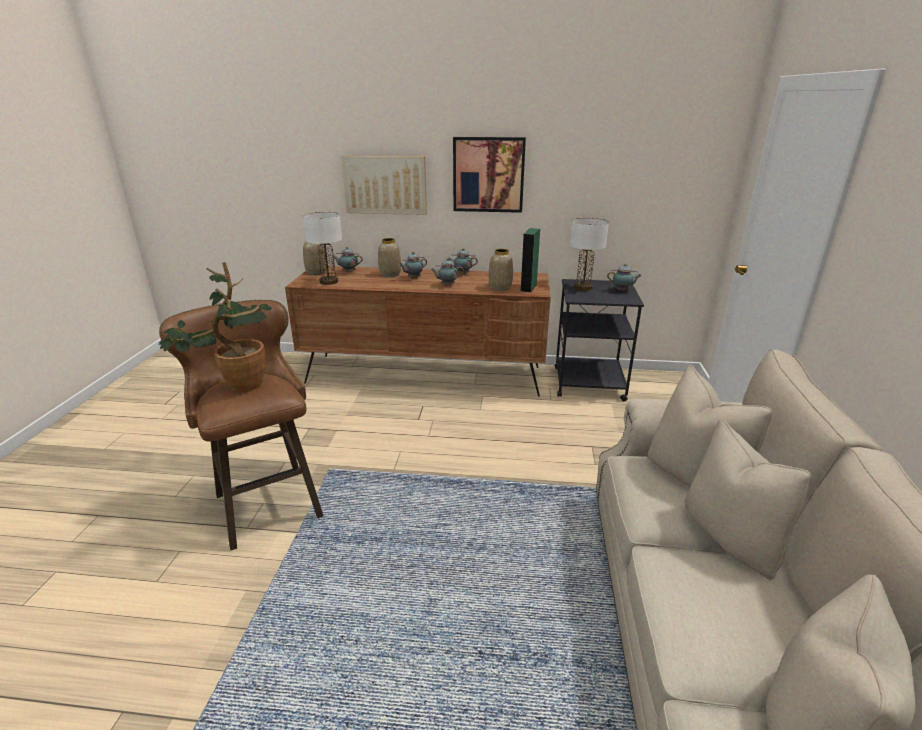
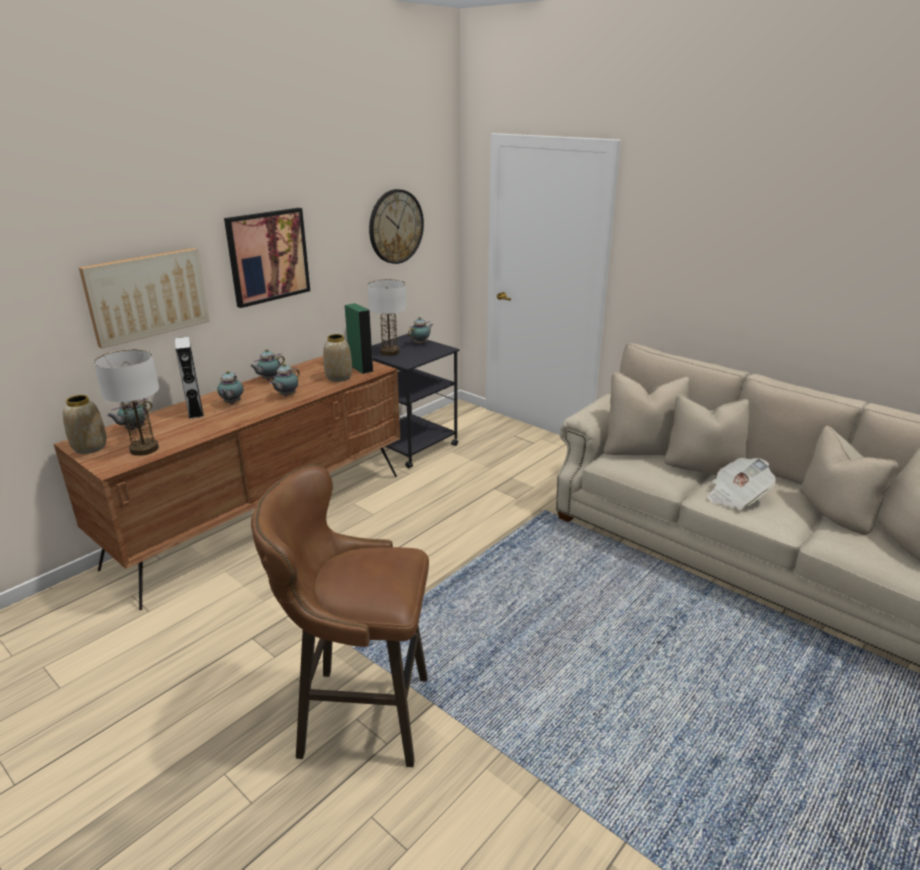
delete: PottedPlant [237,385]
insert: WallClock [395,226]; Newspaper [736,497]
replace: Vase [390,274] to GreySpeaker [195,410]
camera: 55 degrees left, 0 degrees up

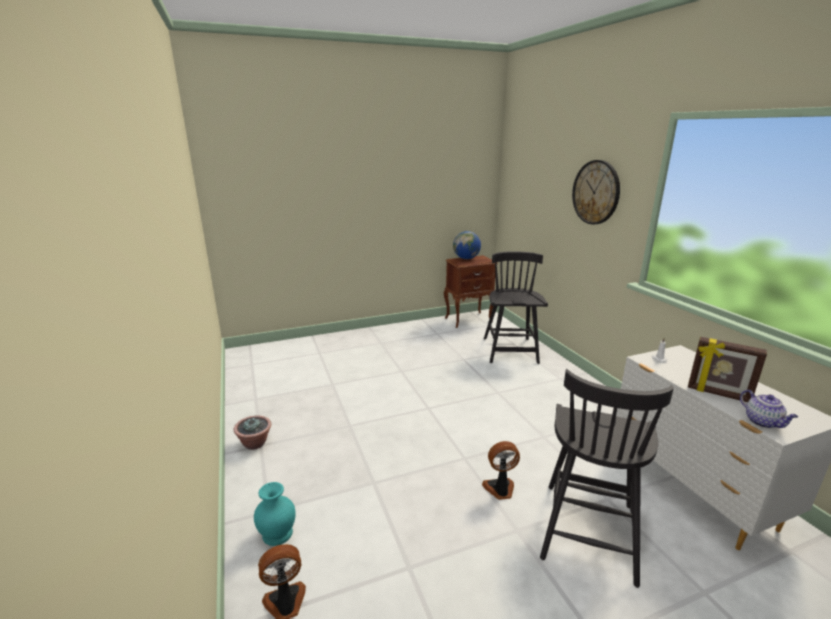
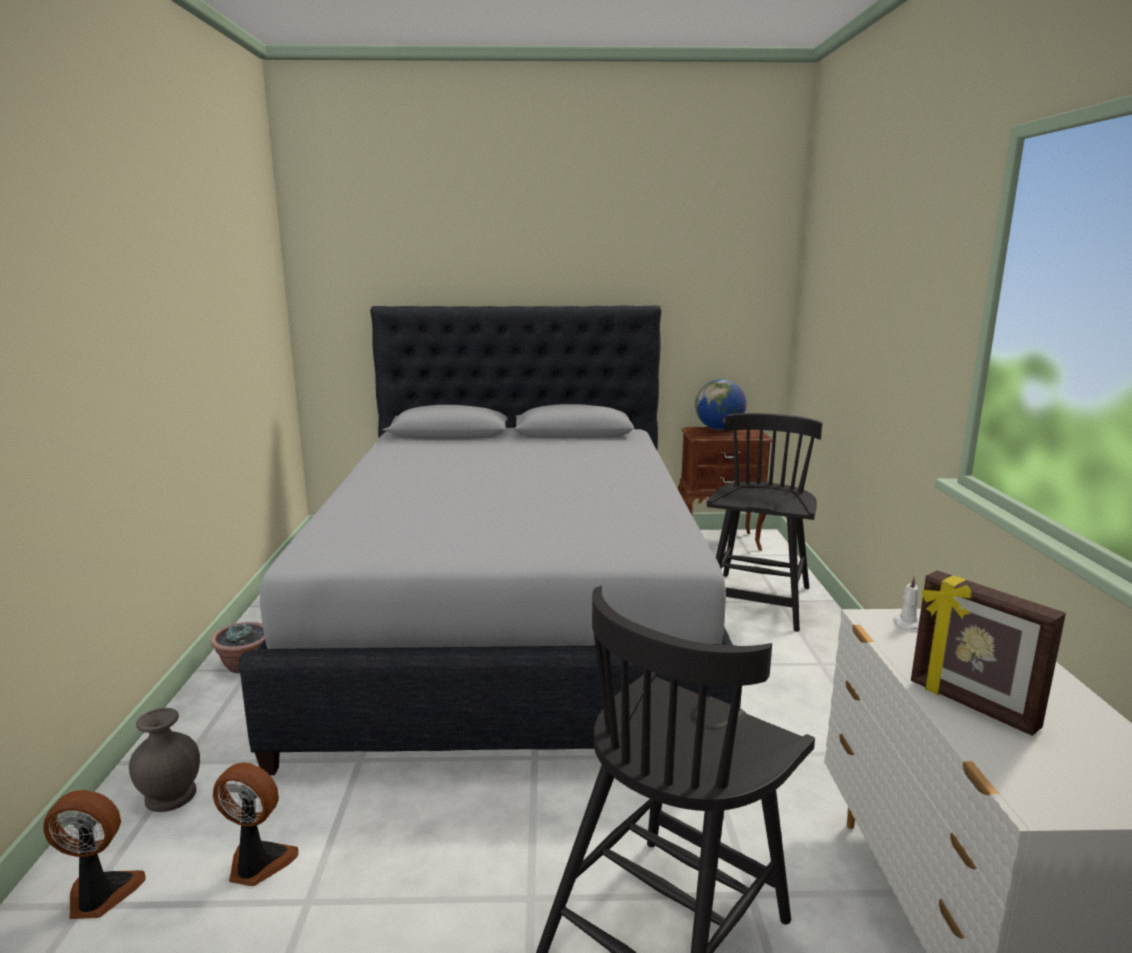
delete: WallClock [596,192]; Teapot [763,422]
insert: GreyBed [513,617]
move: Fan [500,489] to [257,864]
recolor: TurquoiseVase [278,534] to GreyVase [171,796]
camera: 20 degrees right, 5 degrees down

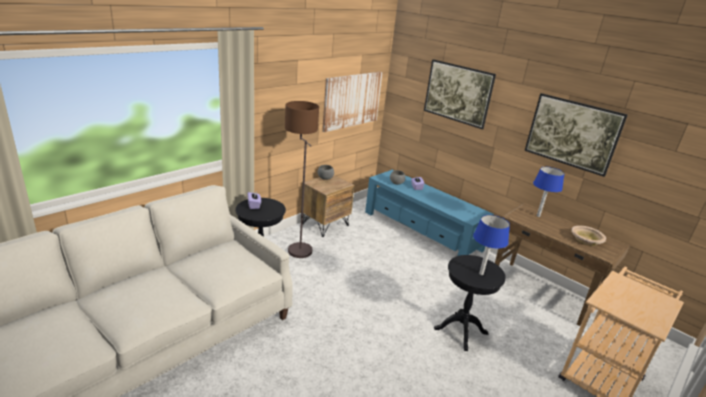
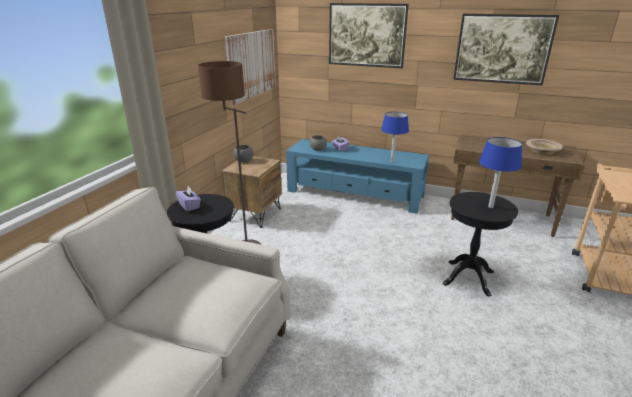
move: BlueTableLamp [538,216] to [392,162]
camera: 20 degrees left, 0 degrees up

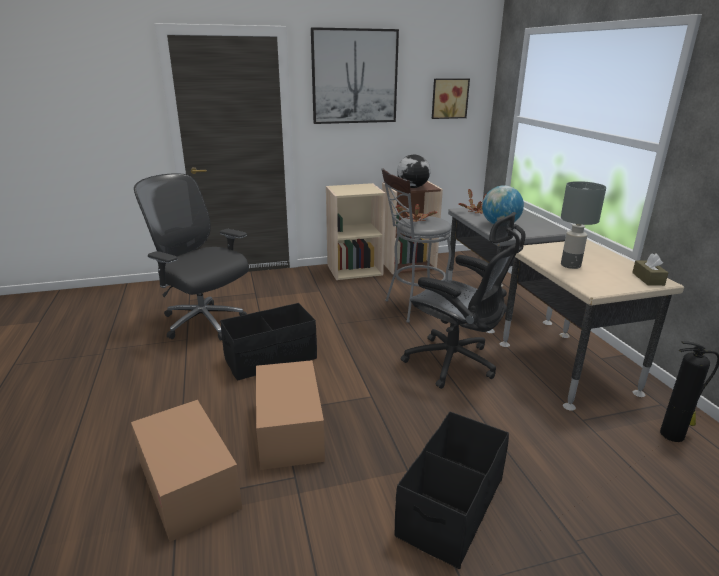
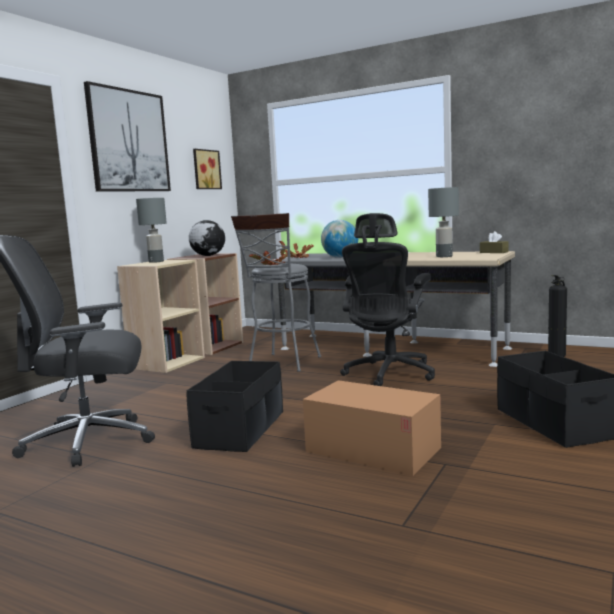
delete: CardboardBox [188,484]
insert: GreyTableLamp [156,262]
rotate: OfficeChair [454,364] = [388,375] 120 degrees clockwise
camera: 45 degrees left, 15 degrees down

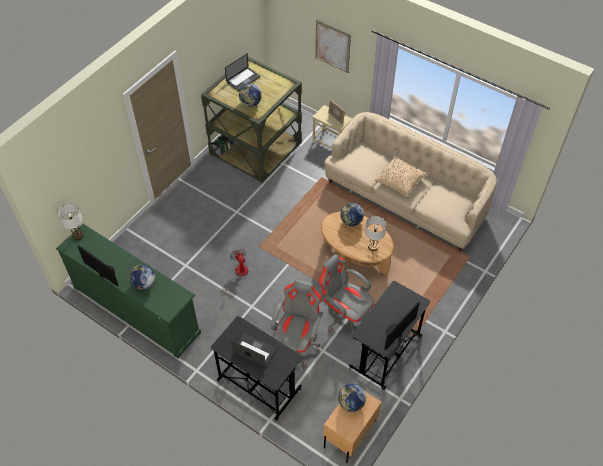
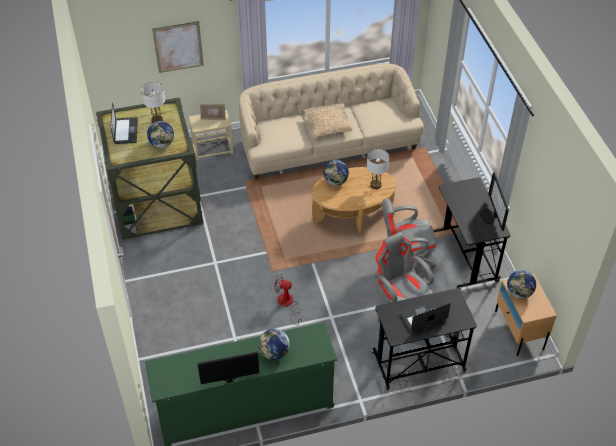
move: TableLamp [77,235] to [157,120]
camera: 50 degrees left, 5 degrees down

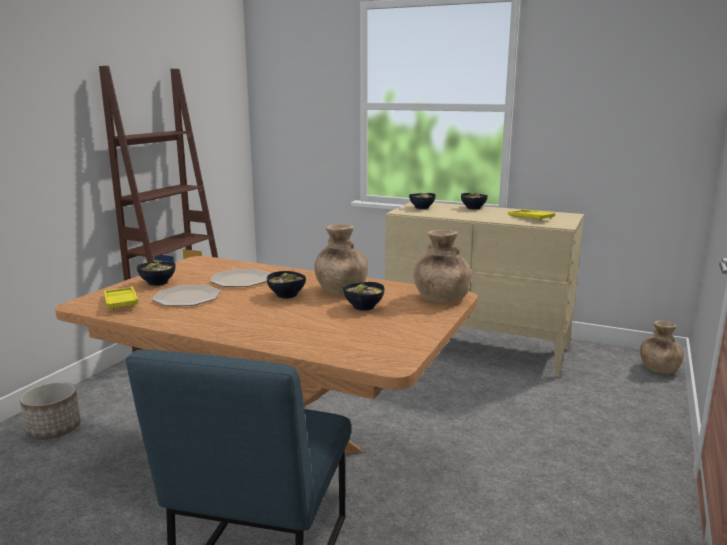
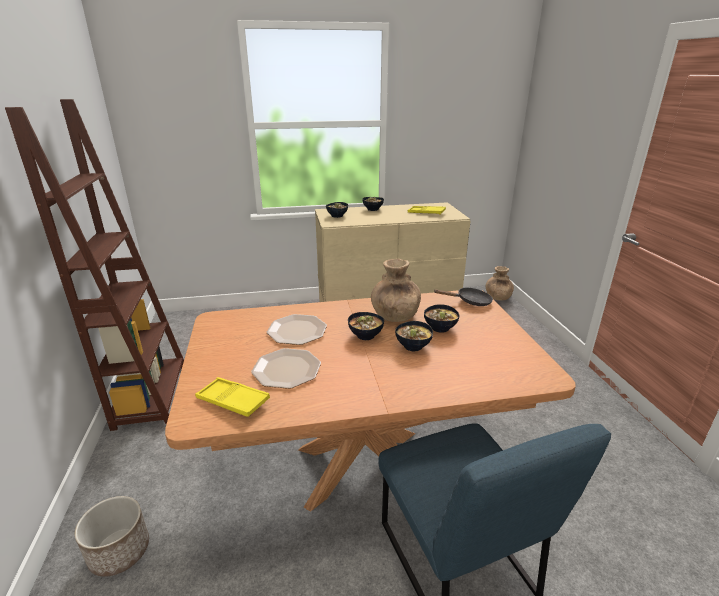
move: Bowl [157,283] to [412,346]
replace: BrownVase [440,298] to BlackFryingPan [470,301]
camera: 35 degrees left, 10 degrees up

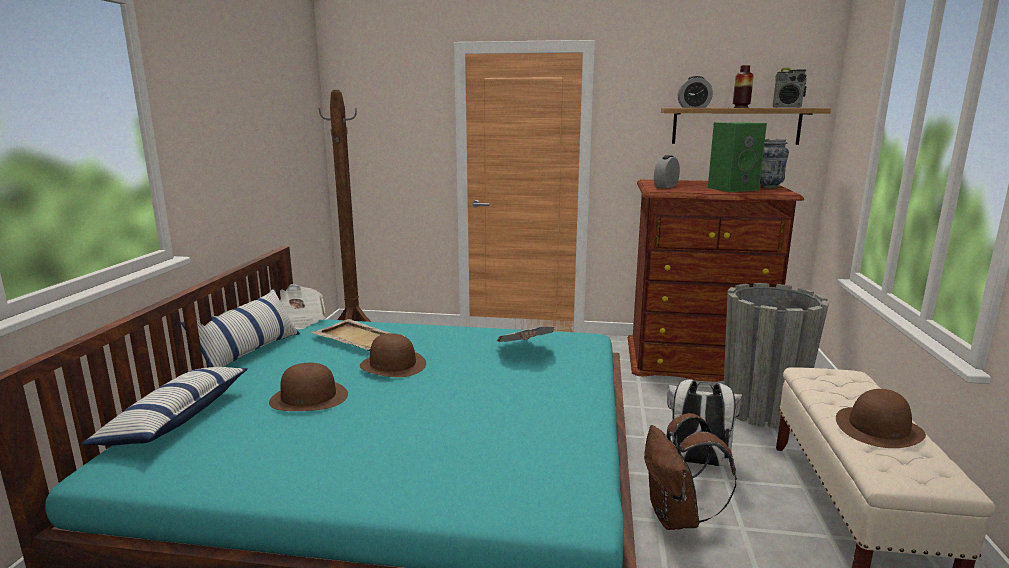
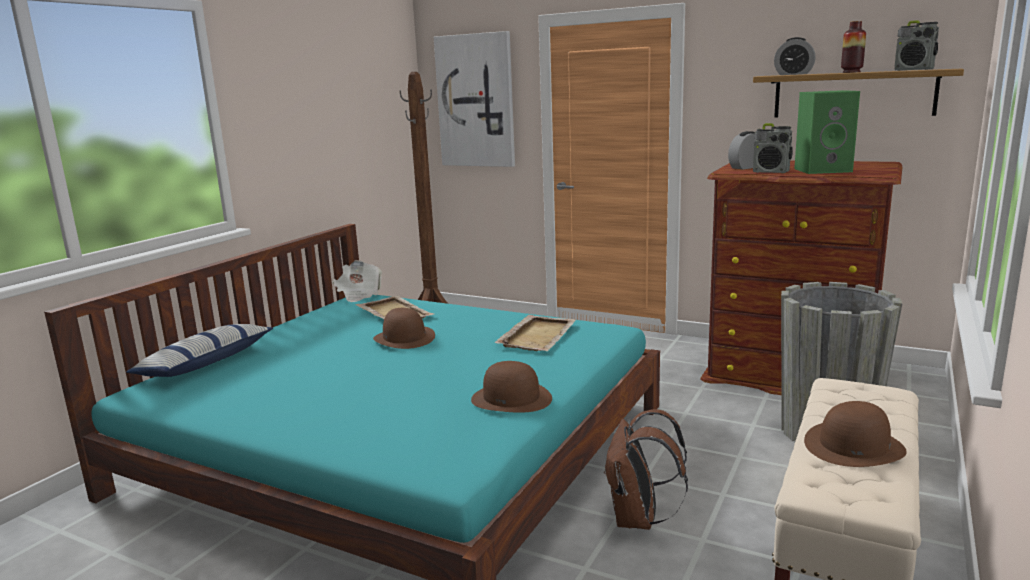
delete: Vase [769,187]; Pillow [249,352]; WhiteBackpack [697,462]
insert: Picture [476,101]; Radio [771,172]
move: BrownHat [309,397] to [512,398]
replace: Newspaper [525,350] to BeigeTray [537,335]
camera: 20 degrees right, 0 degrees up

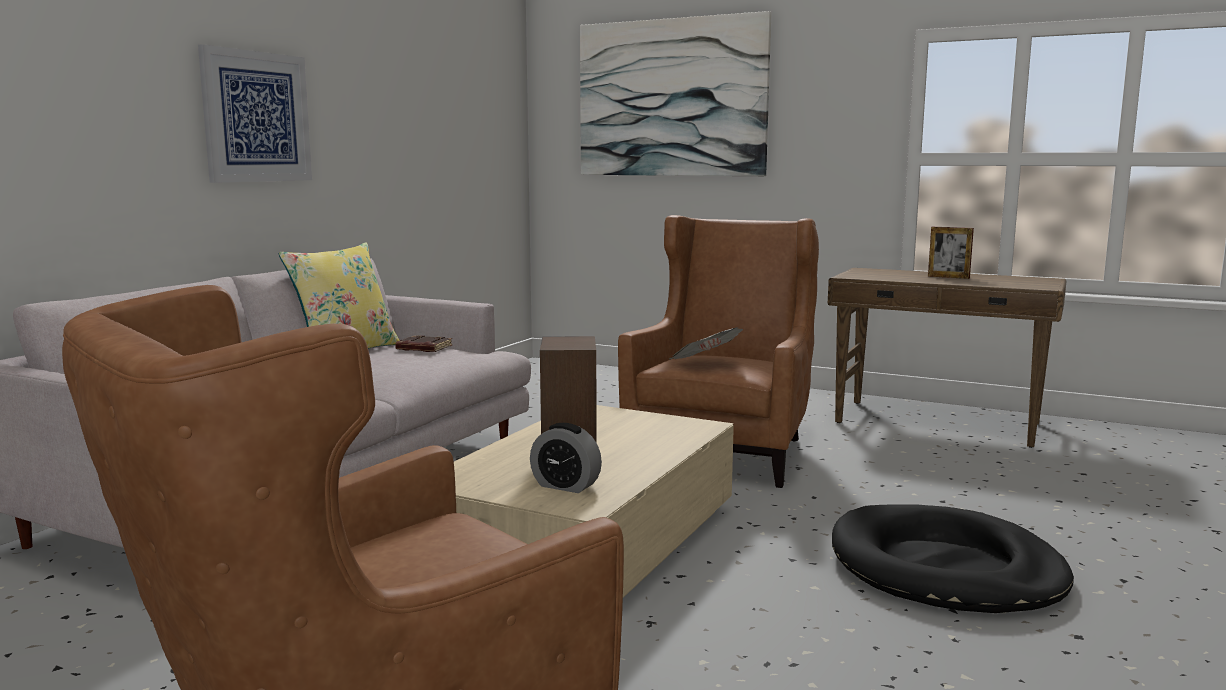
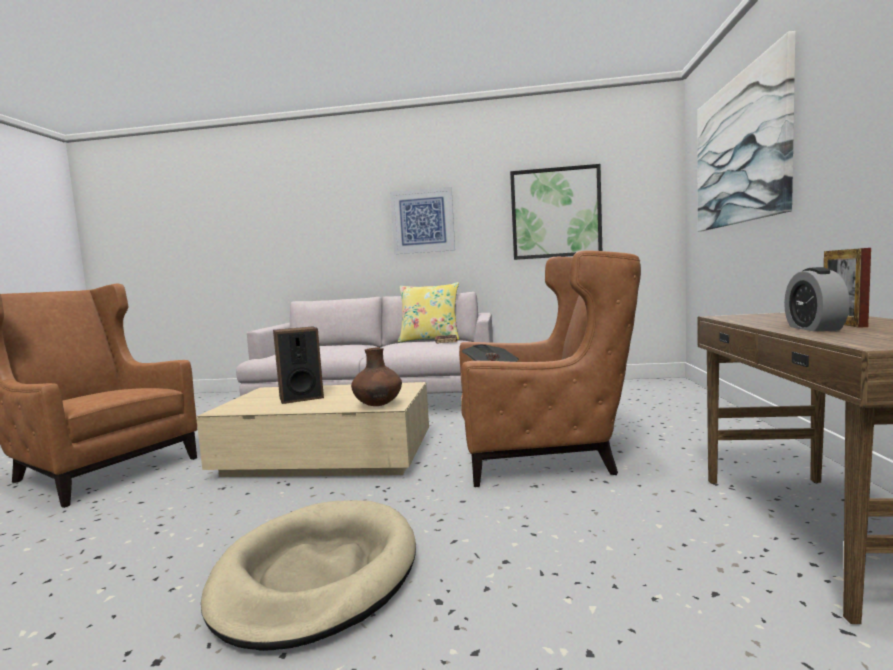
insert: Picture [555,213]; BrownVase [378,405]
move: AlarmClock [565,486] to [814,328]
recolor: BlackDogBed [945,568] to BeigeDogBed [316,575]
camera: 70 degrees right, 5 degrees down

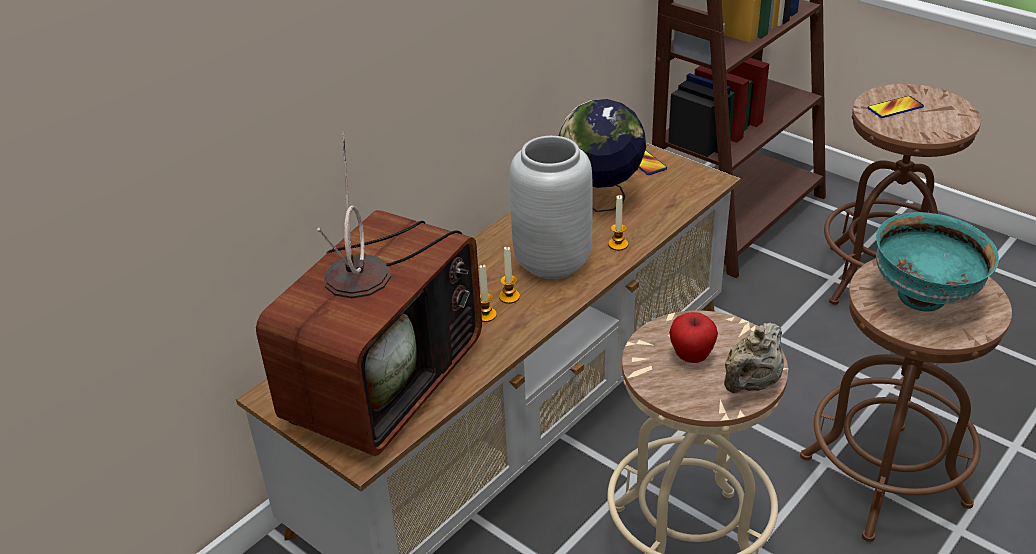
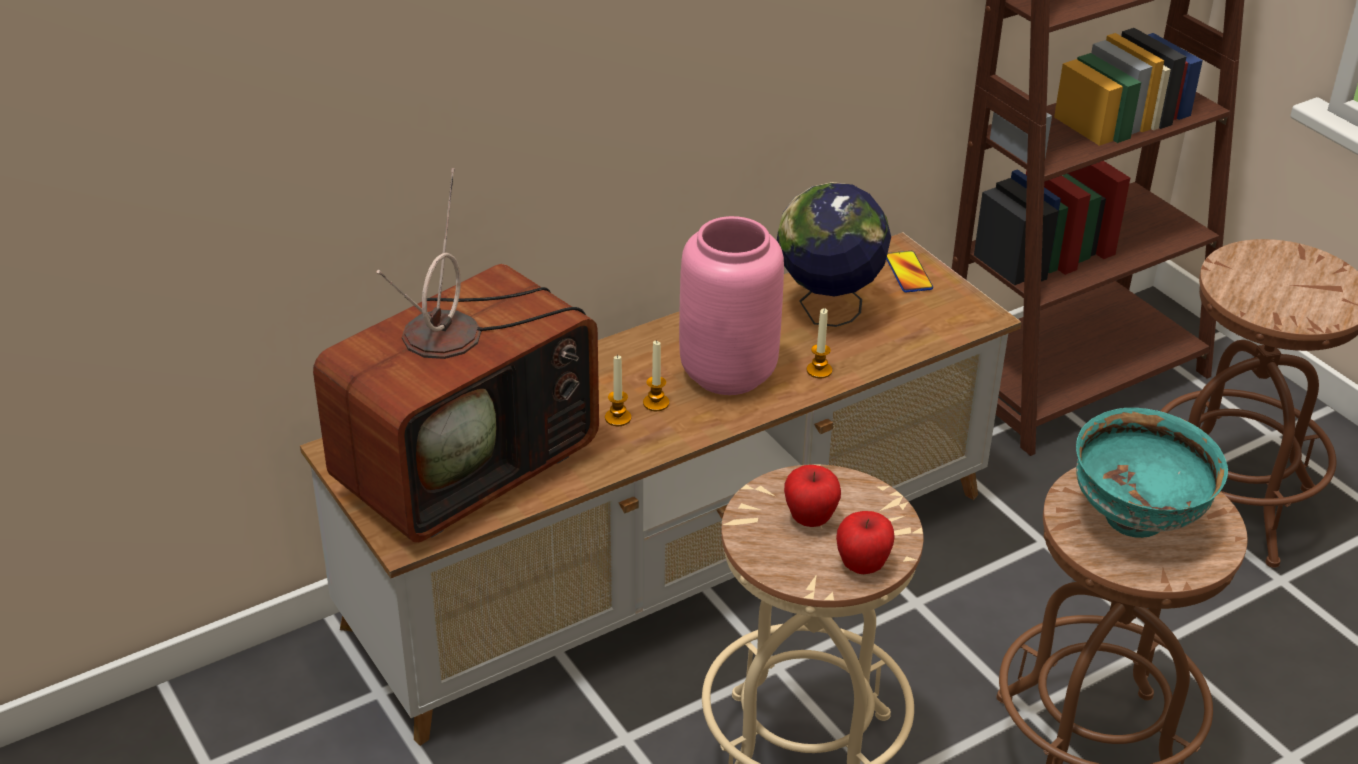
delete: Phone [895,108]
replace: BeigeTeapot [751,383] to Apple [862,566]
recolor: GreyVase [550,262] to PinkVase [726,373]
camera: 15 degrees right, 0 degrees up

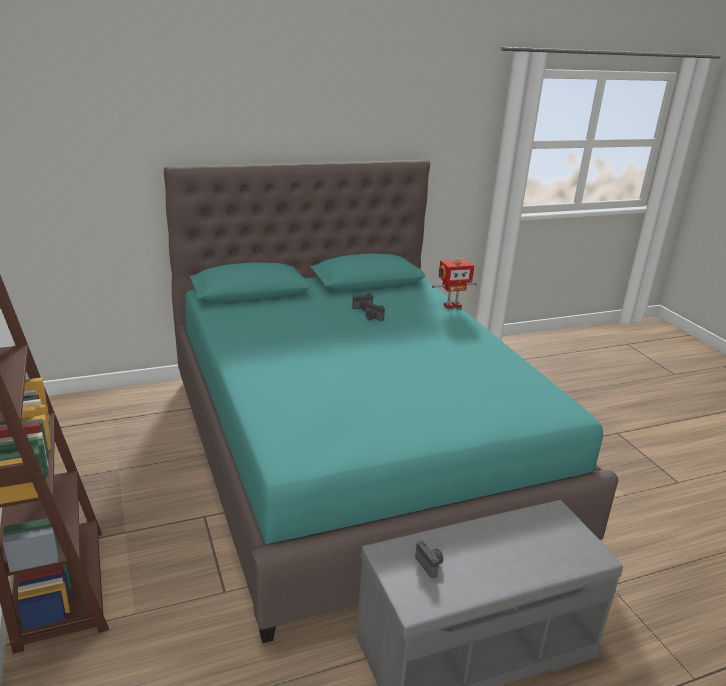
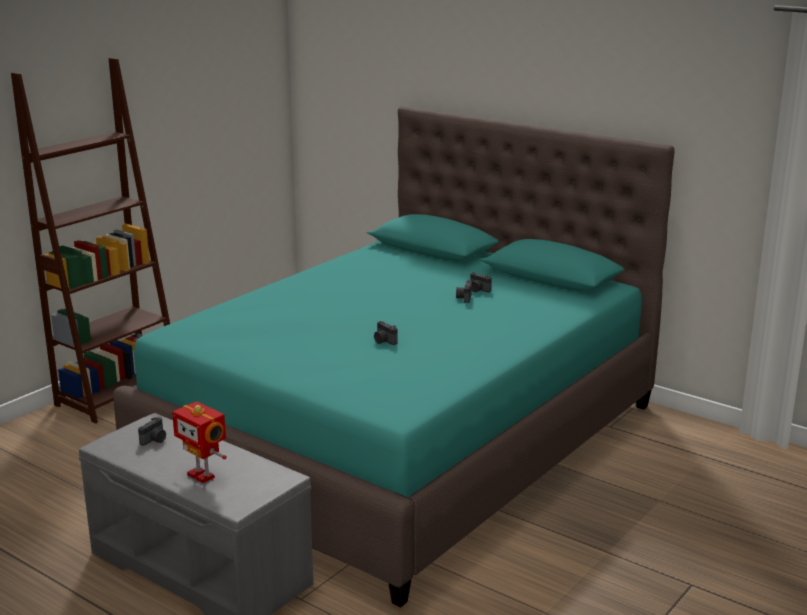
insert: PhotoCamera [384,341]
move: ToyRobot [452,305] to [202,475]
camera: 60 degrees right, 5 degrees down

